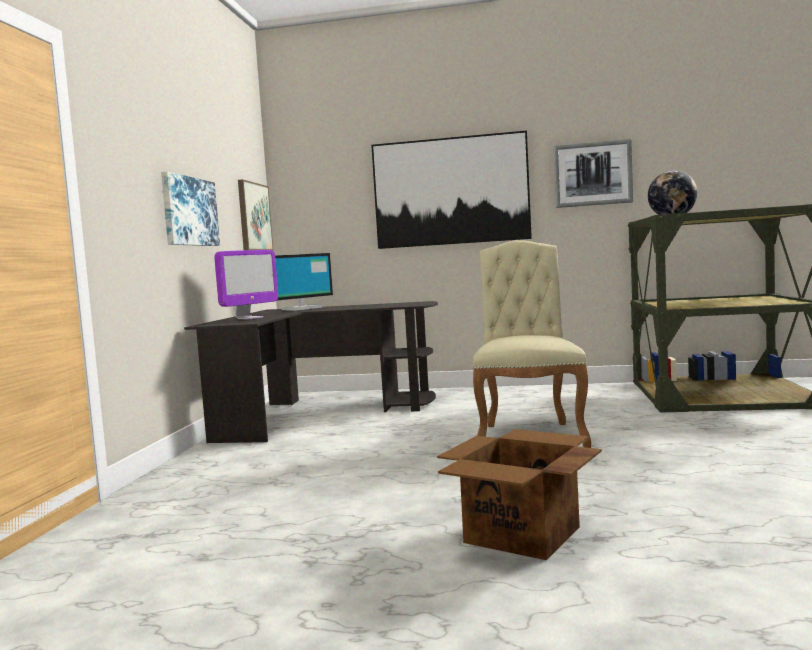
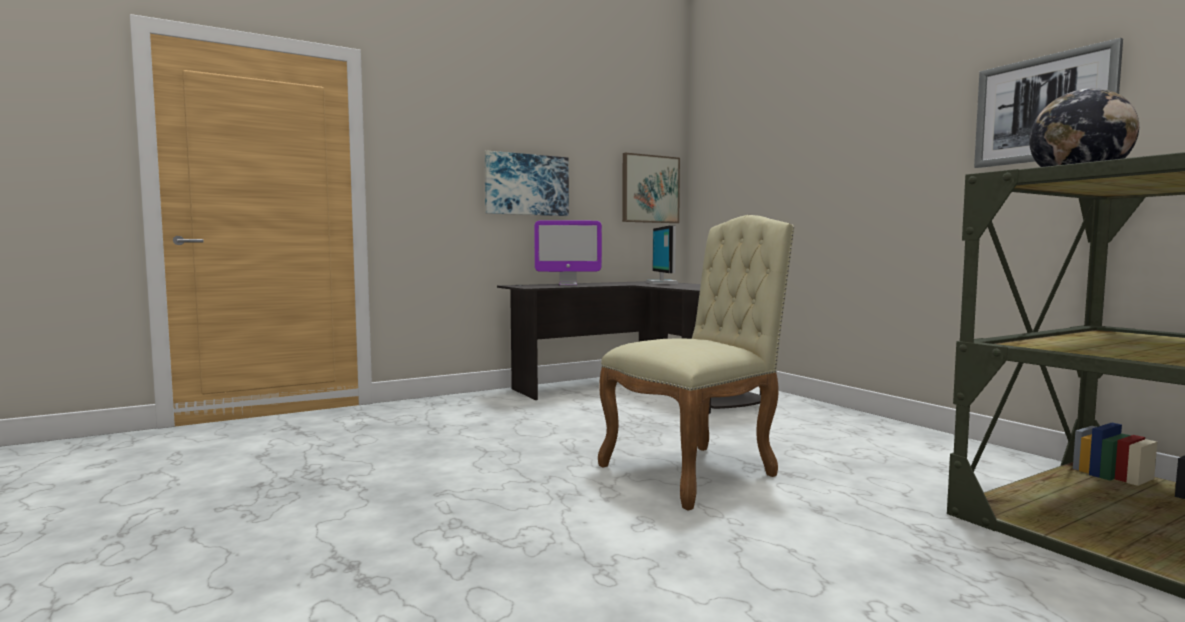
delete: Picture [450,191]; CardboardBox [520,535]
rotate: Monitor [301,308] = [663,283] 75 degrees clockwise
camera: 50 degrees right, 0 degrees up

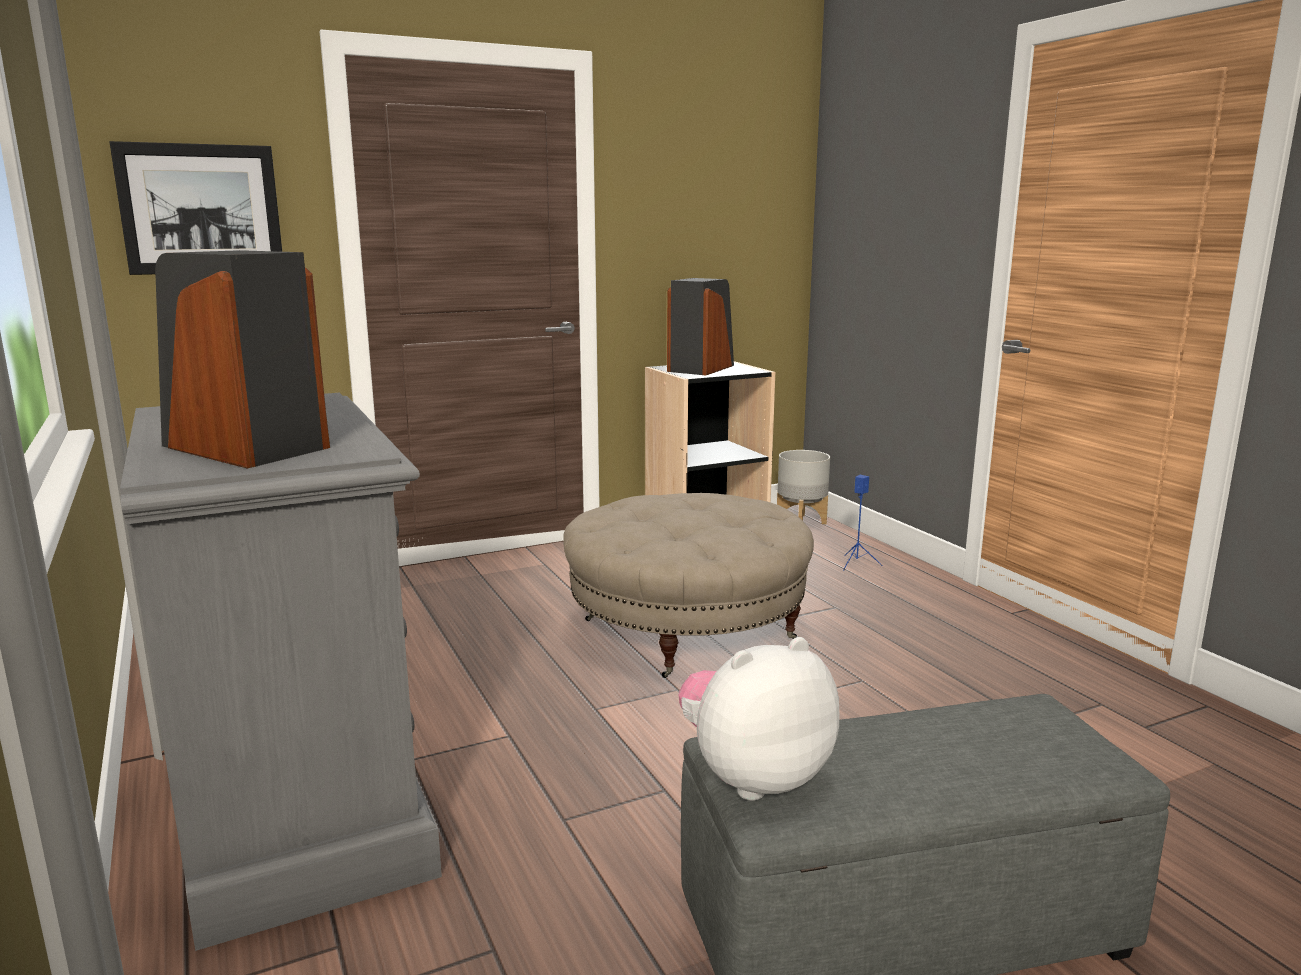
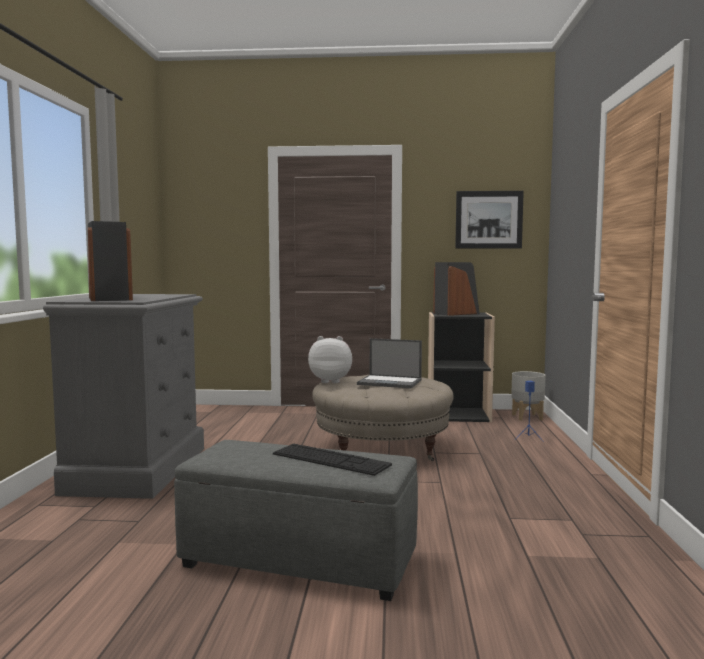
insert: Laptop [390,382]; Keyboard [330,459]
move: Picture [201,209] to [488,219]; PlushToy [753,777] to [330,381]
camera: 30 degrees right, 10 degrees down

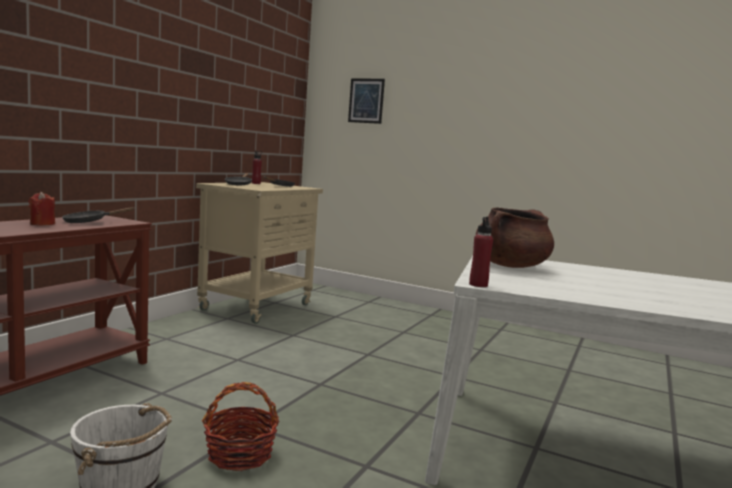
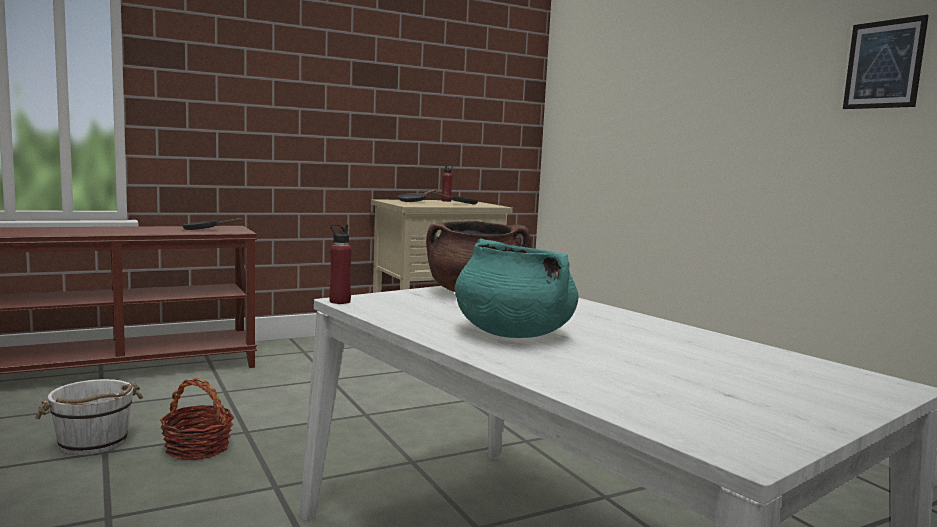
delete: RedCandle [42,224]
insert: TurquoiseCookingPot [512,334]
move: Picture [366,100] to [884,64]
camera: 35 degrees right, 0 degrees up

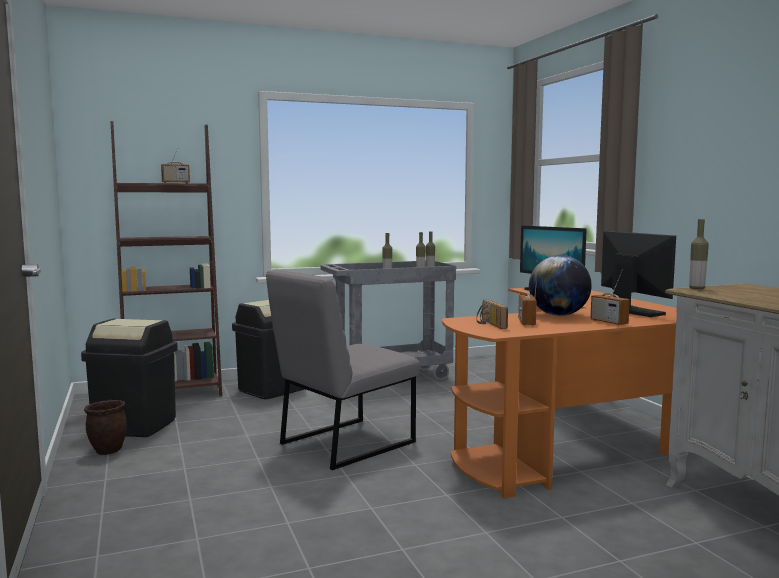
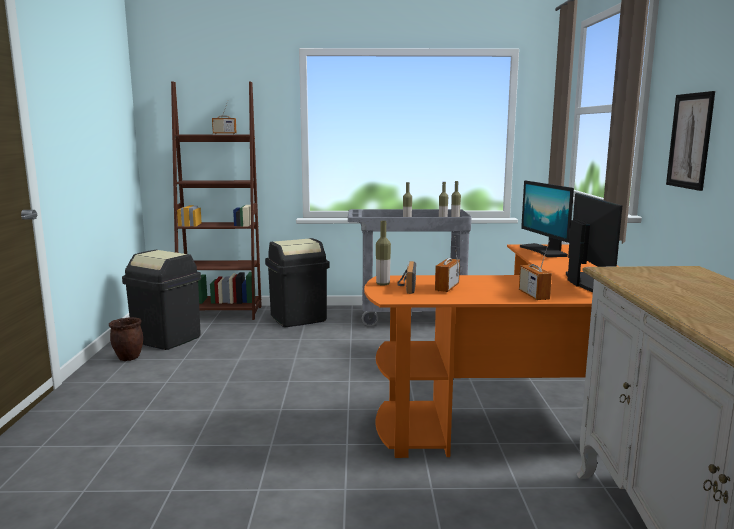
delete: Globe [558,315]; GreyChair [343,443]
insert: Picture [690,141]
move: Bottle [696,288] to [383,284]
camera: 20 degrees right, 5 degrees up

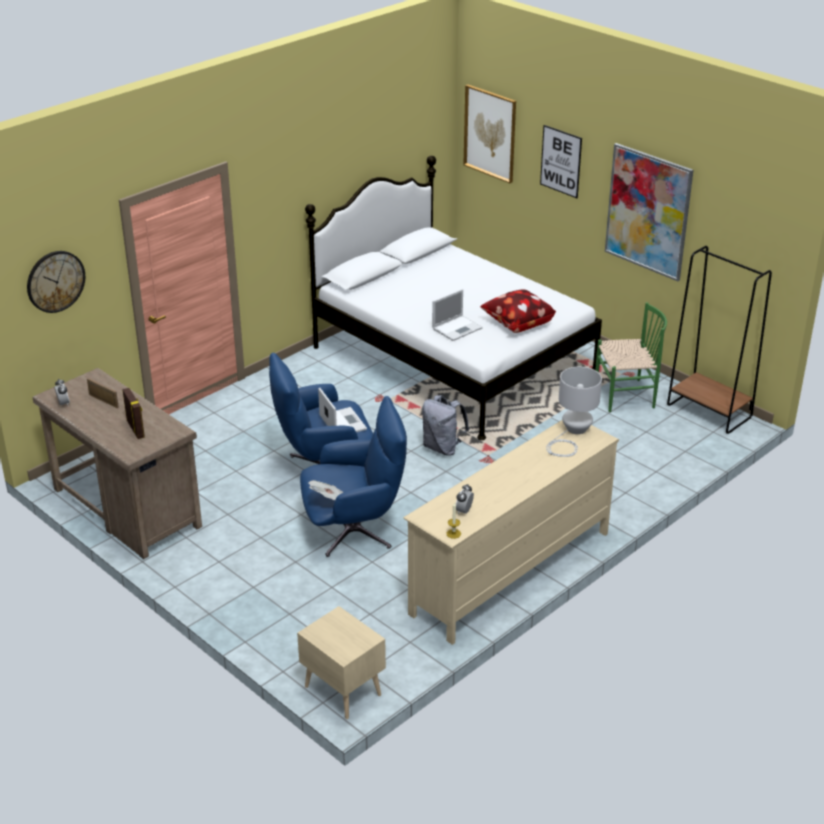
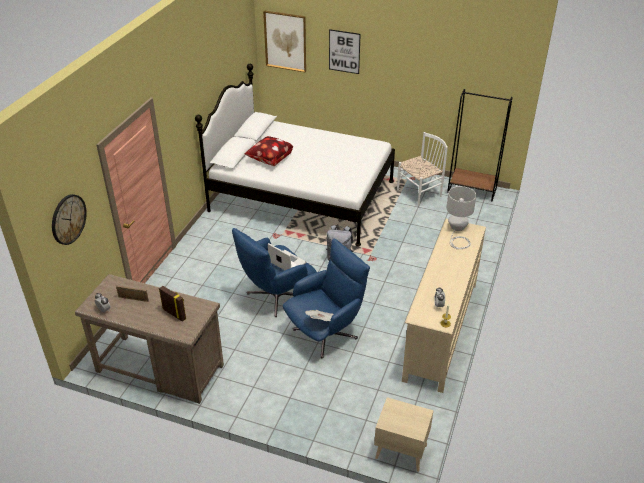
delete: Picture [648,211]; Laptop [457,328]
move: Pillow [517,324] to [269,160]
recolor: GreenChair [627,396] to WhiteChair [420,192]
camera: 25 degrees left, 5 degrees up

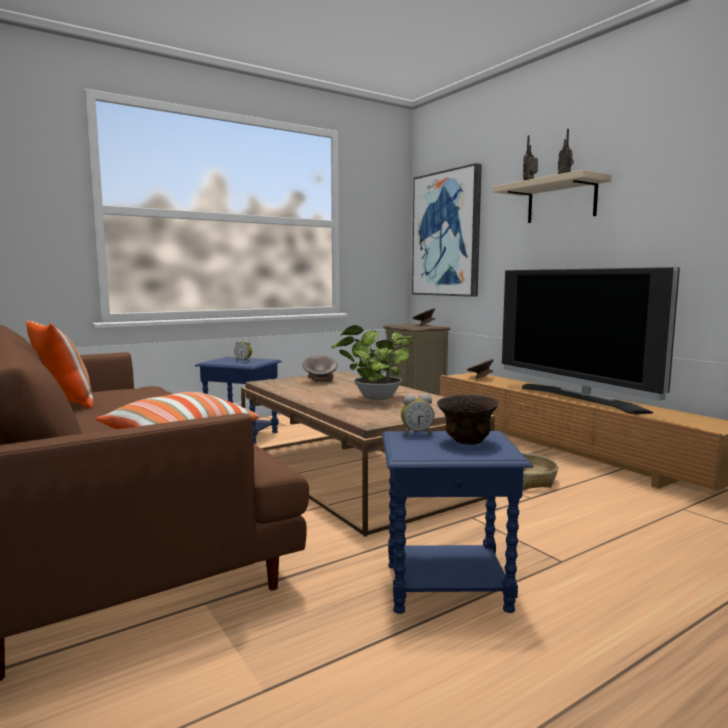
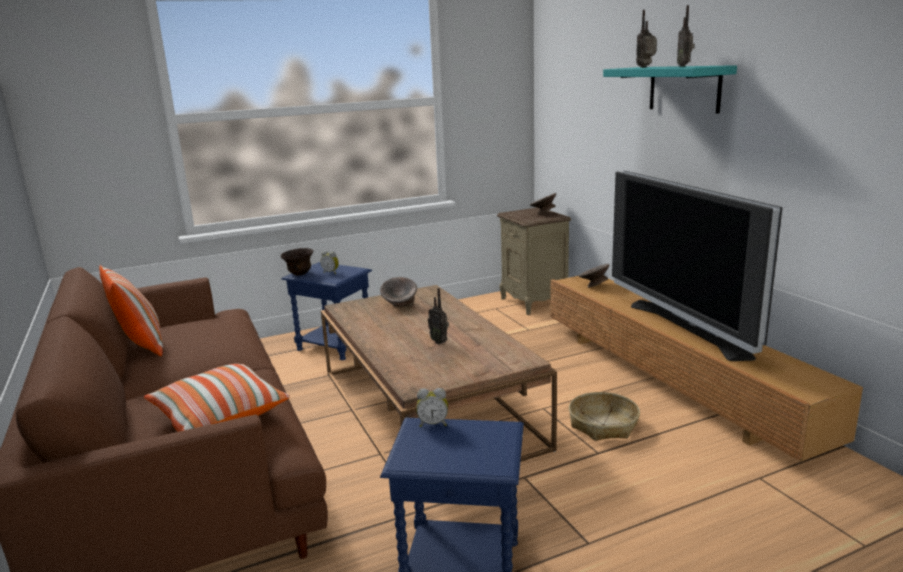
delete: Picture [446,234]
move: BrownBowl [467,442] to [299,274]
replace: PottedPlant [374,398] to Radio [439,342]
recolor: BeigeShelf [561,201] to TurquoiseShelf [684,88]
camera: 10 degrees right, 10 degrees up

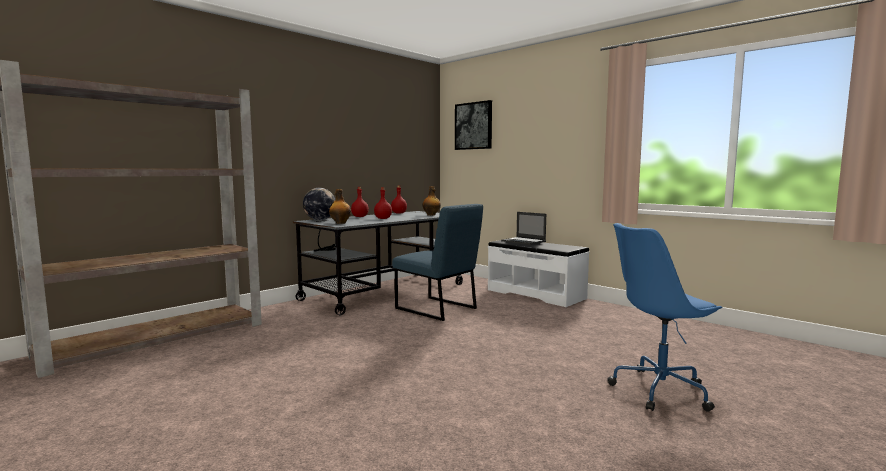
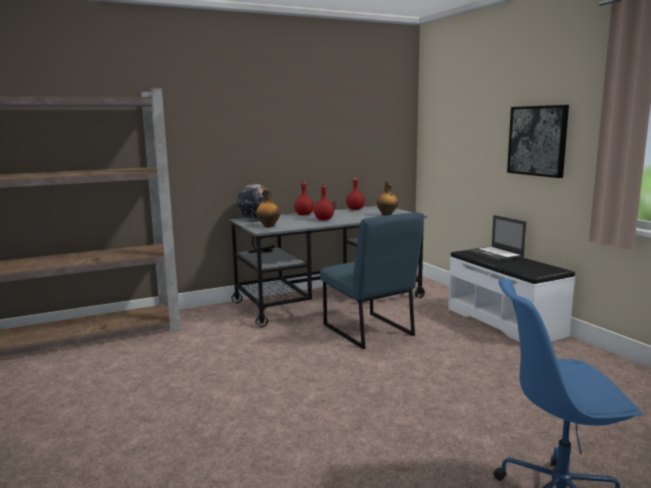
move: Picture [473,126] to [537,140]
camera: 20 degrees right, 5 degrees up

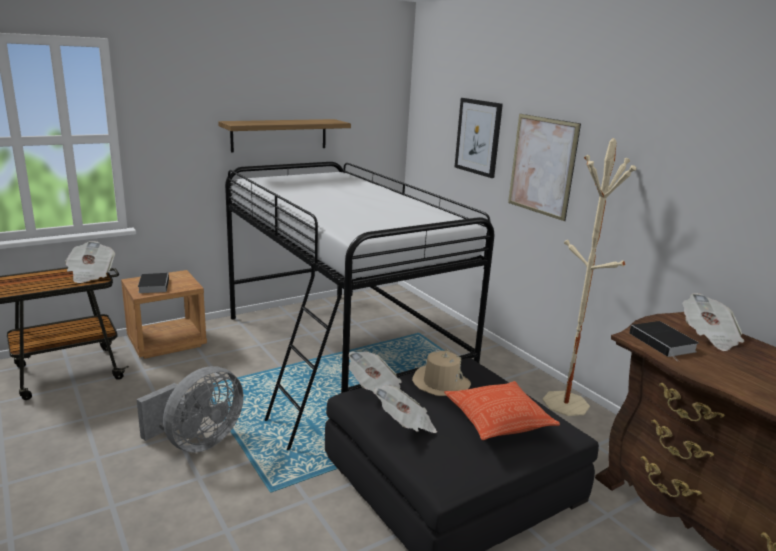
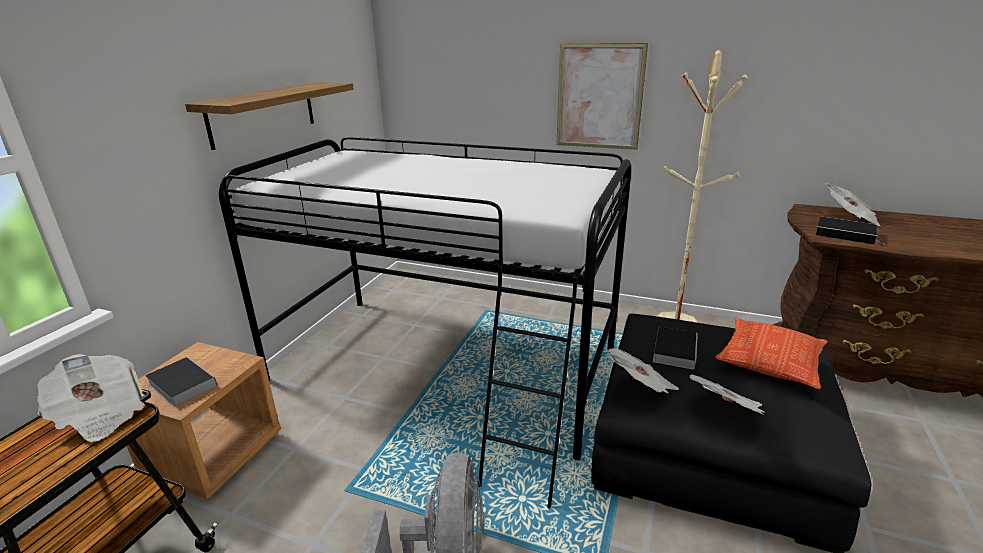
delete: Picture [478,137]
replace: BeigeHat [440,383] to Book [674,350]
camera: 35 degrees left, 5 degrees up

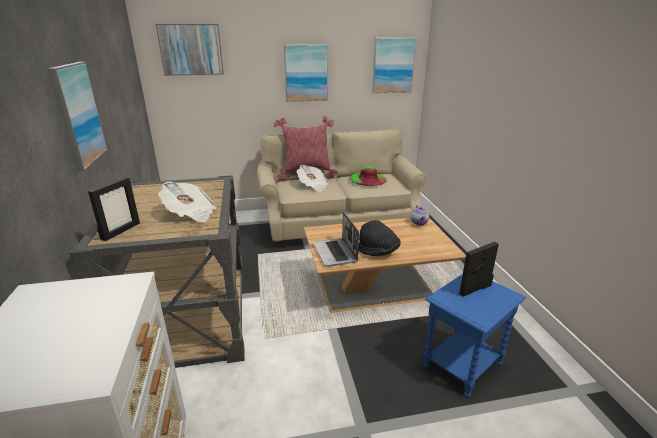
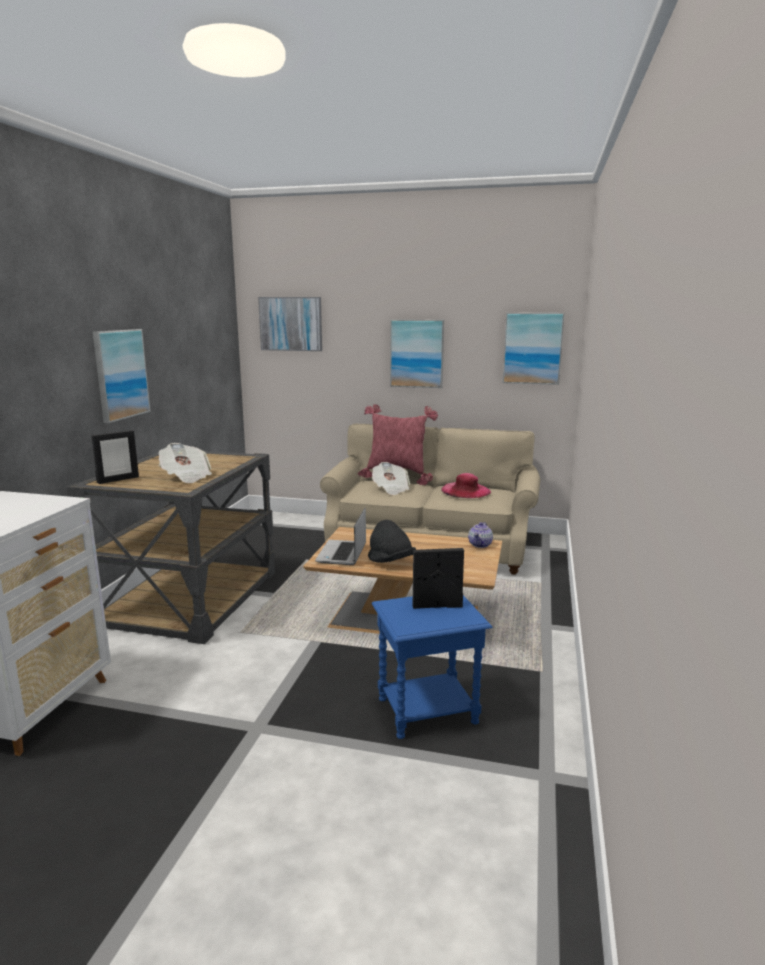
recolor: GreenHat [368,179] to PinkHat [465,490]
camera: 25 degrees right, 10 degrees down

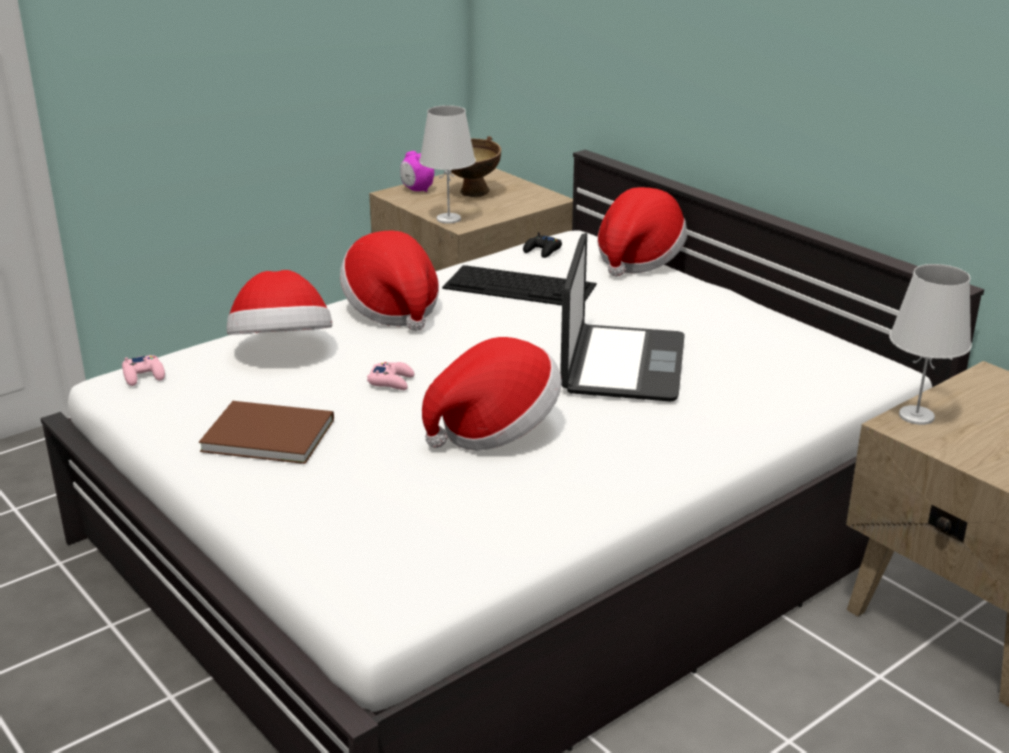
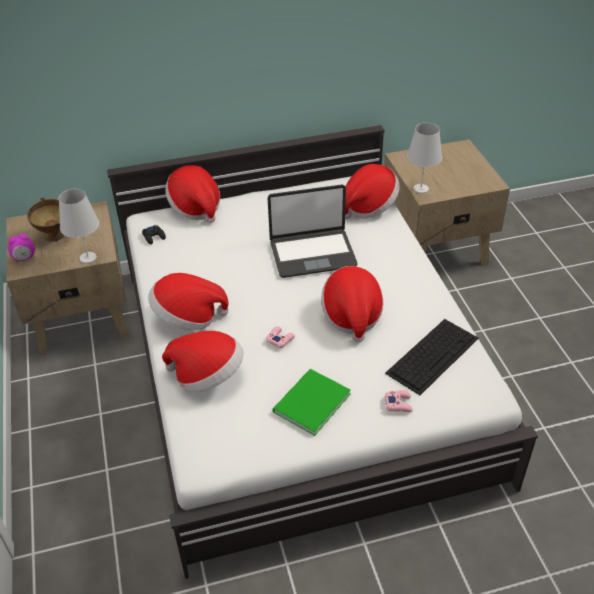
insert: Hat [368,206]
move: Keyboard [521,286] to [433,354]; PinkGameController [144,375] to [398,404]
recolor: BrownBook [266,433] to GreenBook [309,403]
rotate: Laptop [622,365] = [312,253] 135 degrees clockwise
camera: 65 degrees left, 15 degrees up

